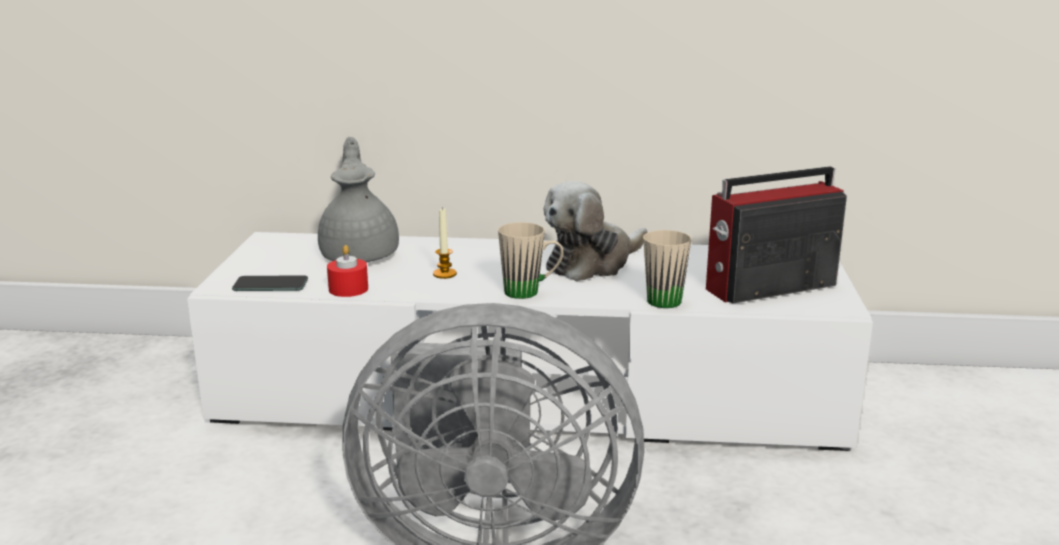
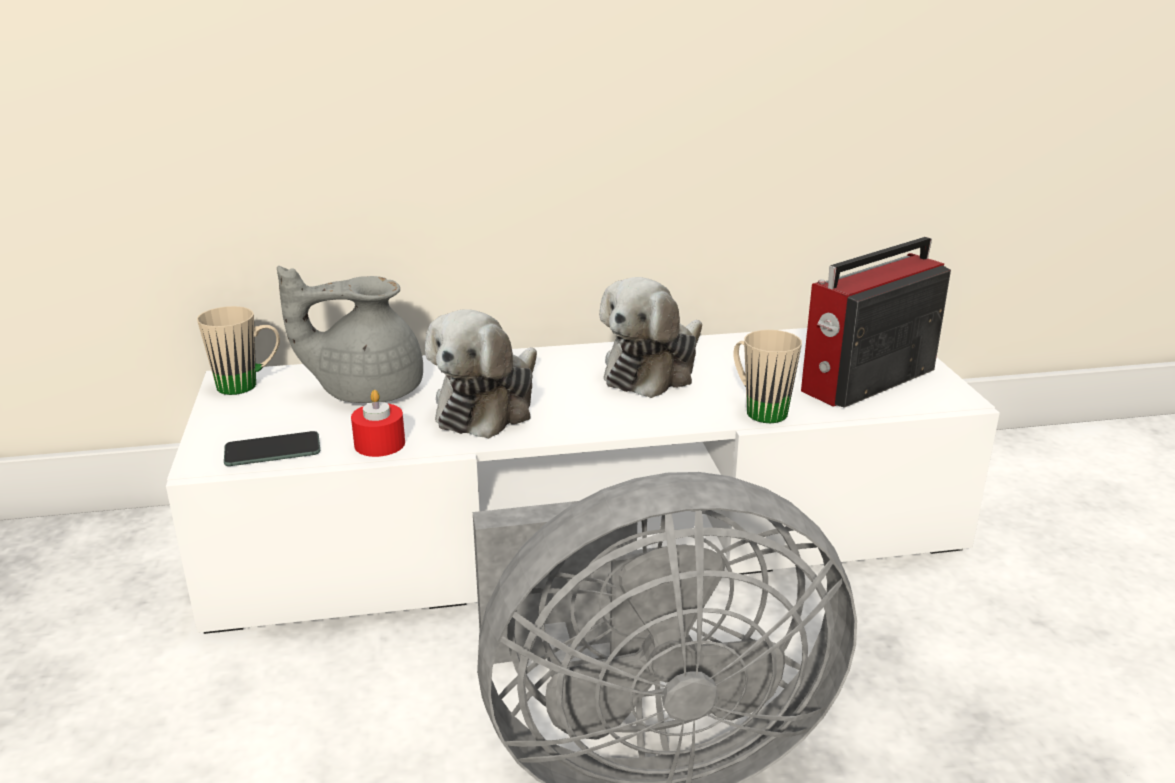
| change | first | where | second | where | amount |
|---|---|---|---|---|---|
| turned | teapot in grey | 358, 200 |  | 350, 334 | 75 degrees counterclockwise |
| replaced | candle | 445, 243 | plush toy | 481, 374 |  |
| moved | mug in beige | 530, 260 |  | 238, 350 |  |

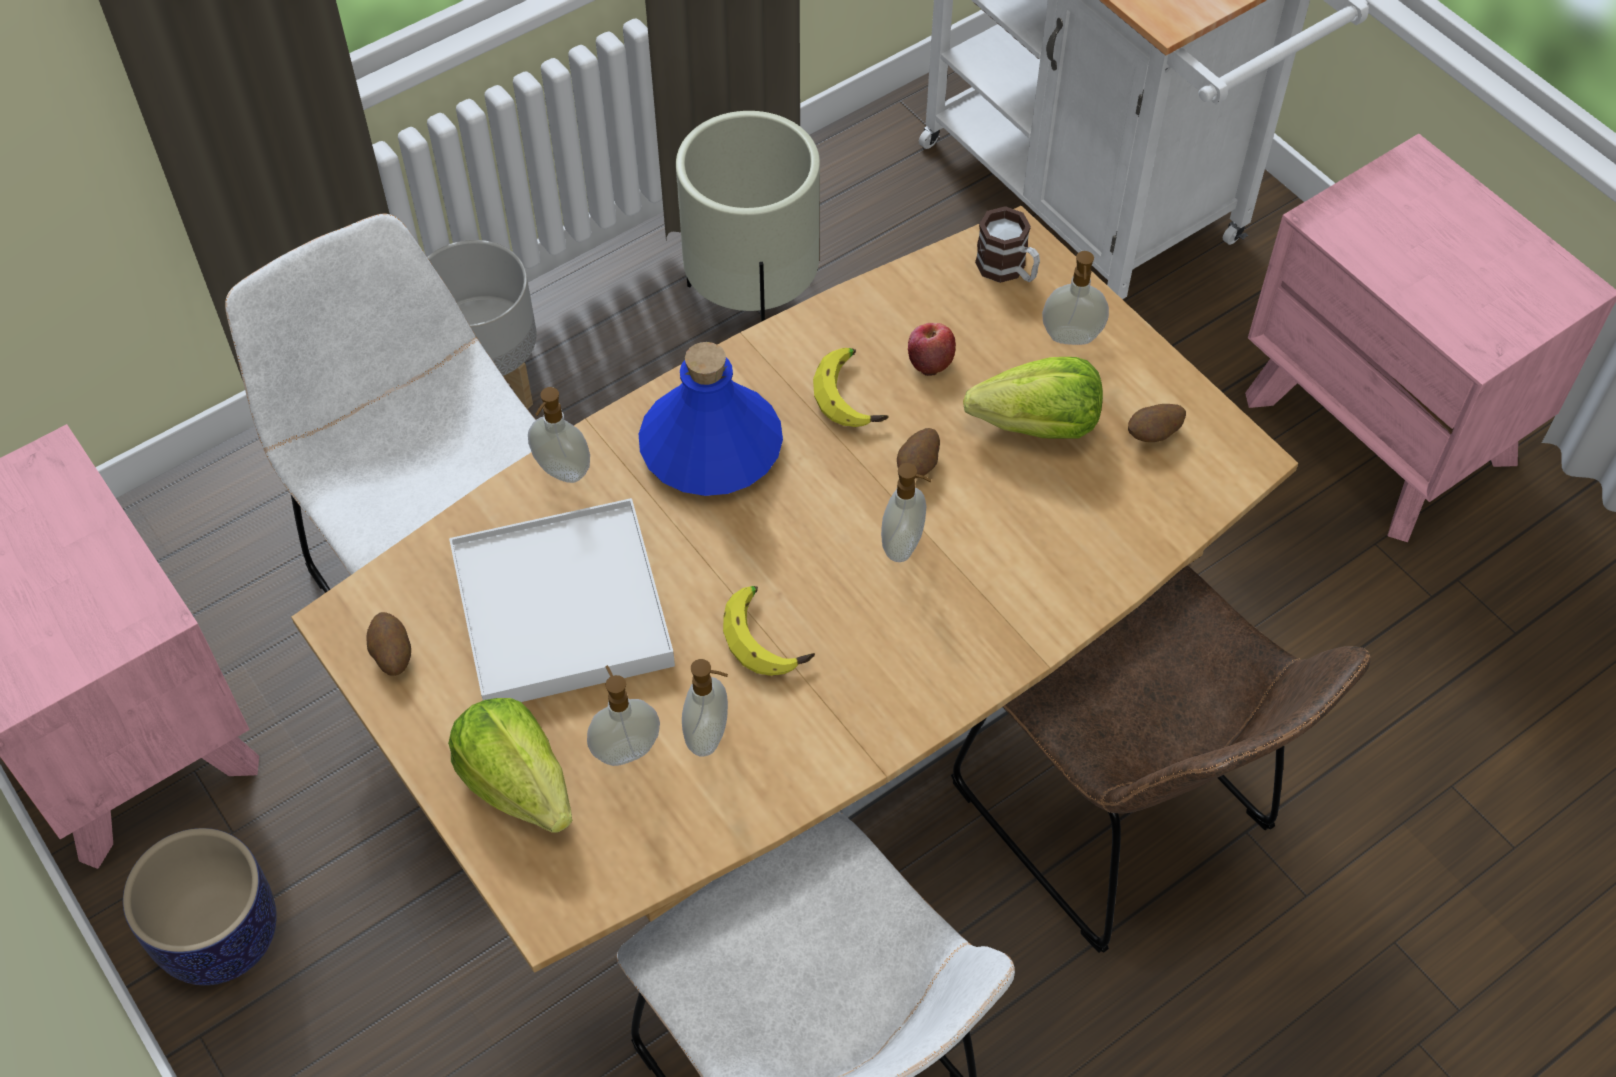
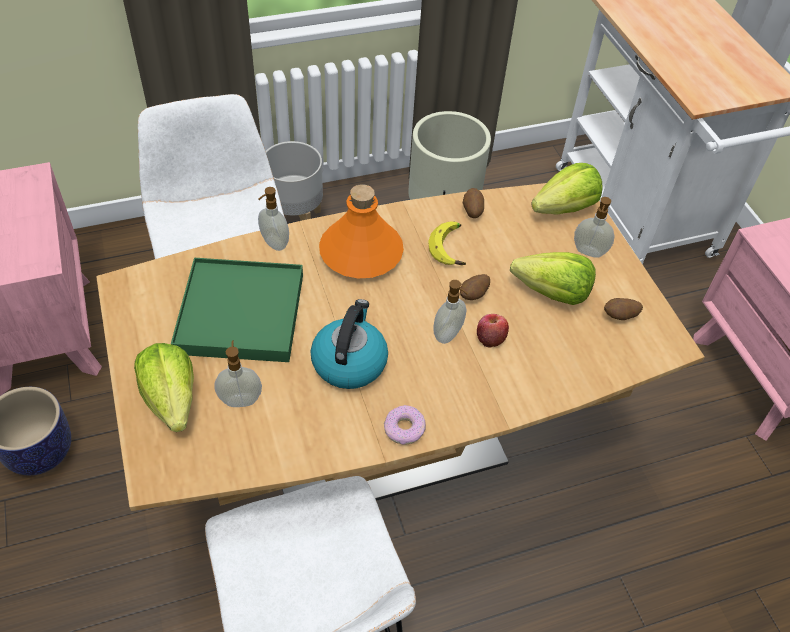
| change | first | where | second | where | amount |
|---|---|---|---|---|---|
| moved | potato | 389, 644 |  | 473, 203 |  |
| recoloured | tray in white | 562, 600 | tray in green | 237, 310 |  |
| recoloured | bottle in blue | 711, 419 | bottle in orange | 361, 231 |  |
| removed | soap dispenser | 705, 707 |  |  |  |
| replaced | banana | 769, 631 | kettle | 349, 344 |  |
| moved | apple | 932, 349 |  | 493, 331 |  |
| removed | chair in brown | 1160, 759 |  |  |  |
| replaced | mug | 1007, 244 | lettuce | 567, 189 |  |
| added |  |  | donut | 405, 424 |  |

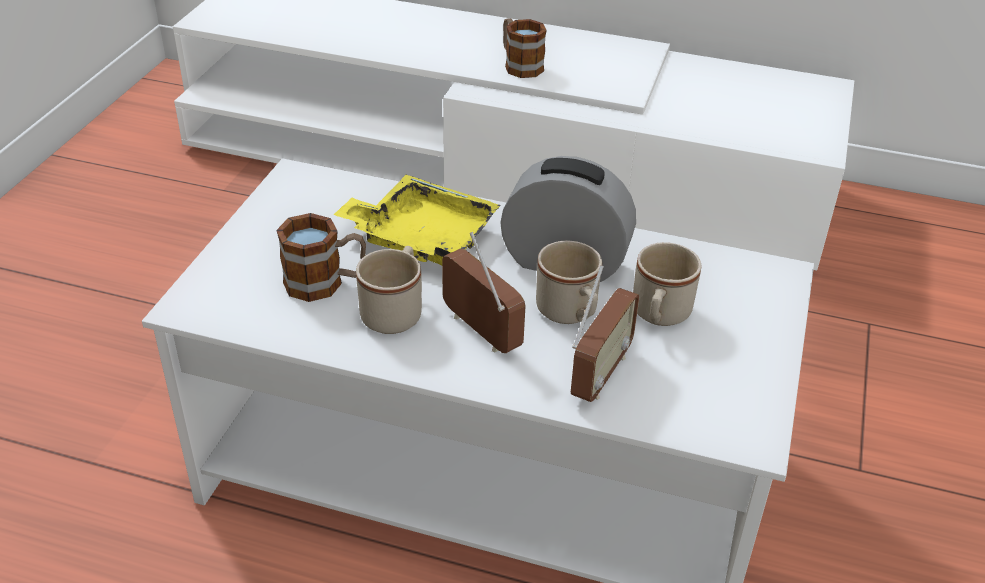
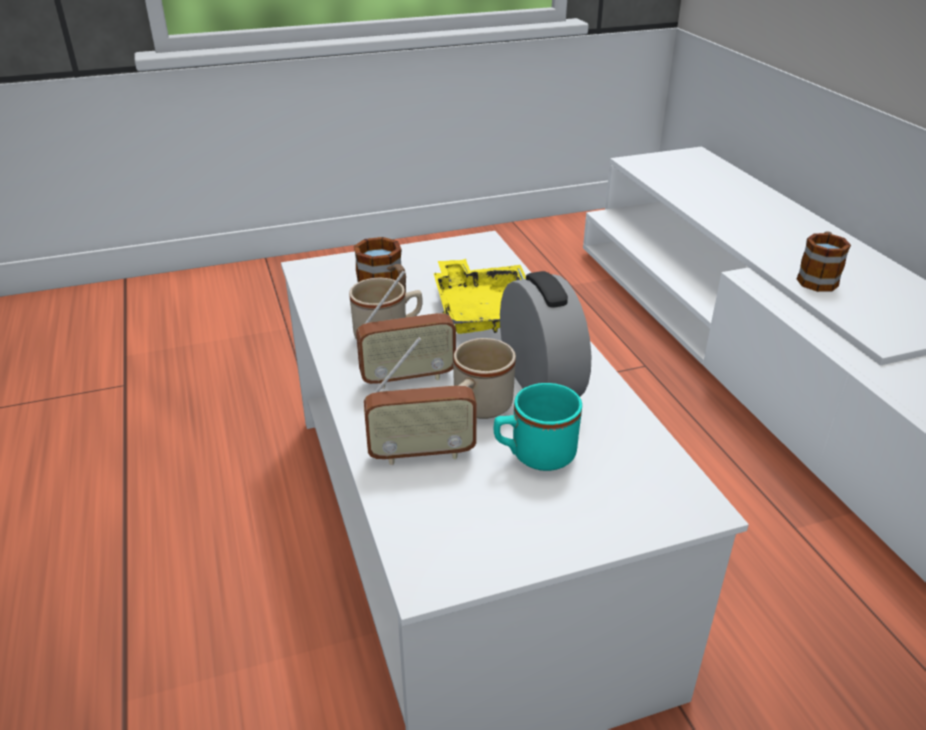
| change | first | where | second | where | amount |
|---|---|---|---|---|---|
| turned | radio | 484, 292 |  | 406, 330 | 60 degrees clockwise |
| recoloured | mug in beige | 667, 284 | mug in turquoise | 538, 427 |  |

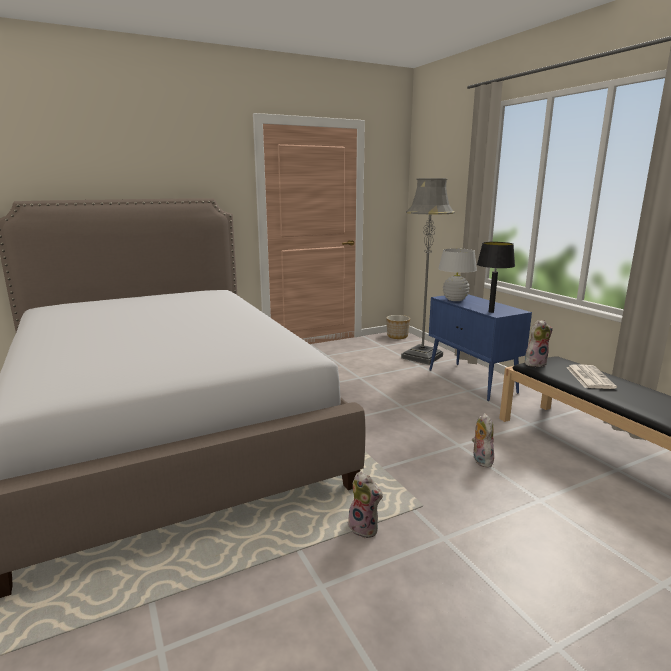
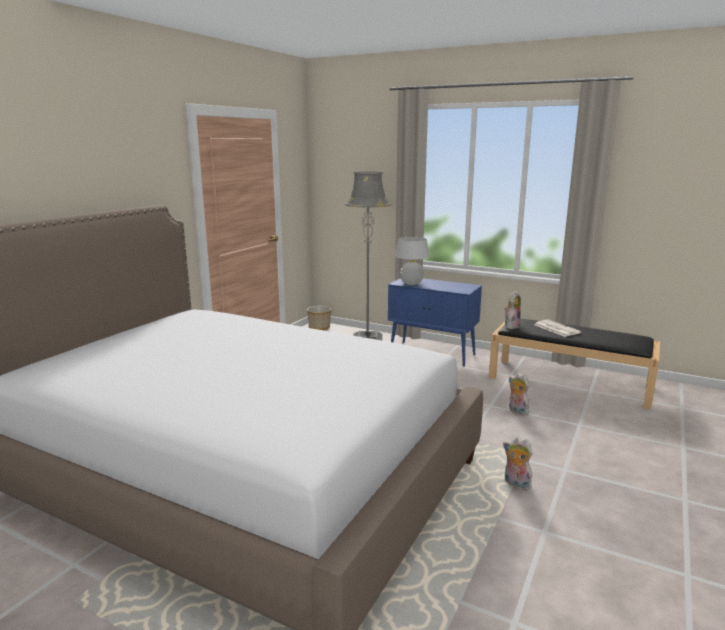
| change | first | where | second | where | amount |
|---|---|---|---|---|---|
| turned | plush toy | 365, 505 |  | 518, 463 | 150 degrees counterclockwise |
| removed | table lamp in black | 496, 277 |  |  |  |

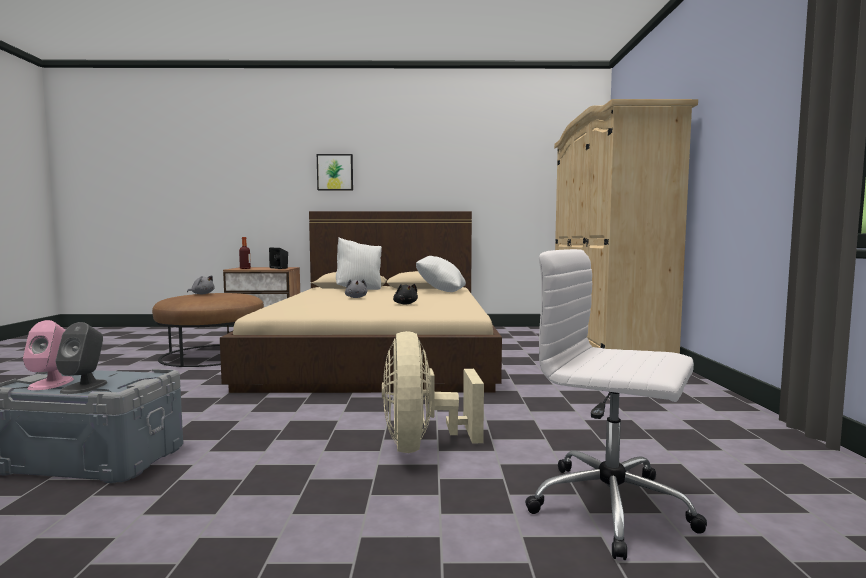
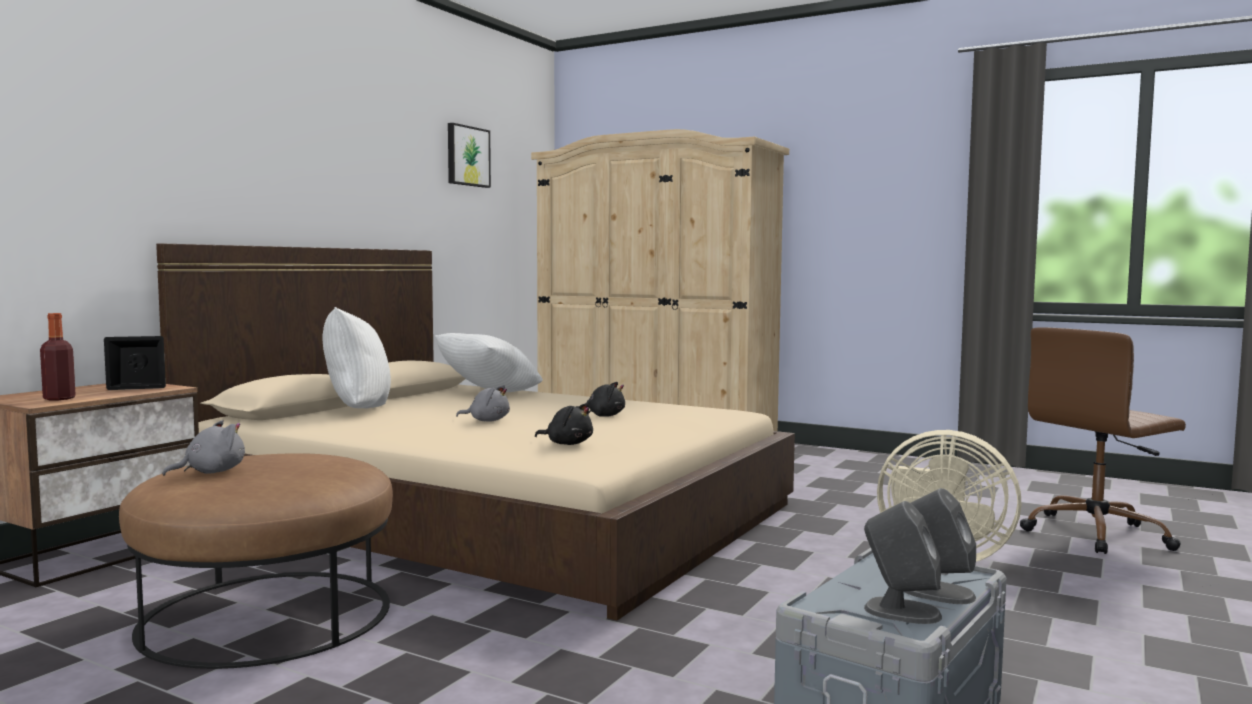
| change | first | where | second | where | amount |
|---|---|---|---|---|---|
| recoloured | speaker in pink | 48, 355 | speaker in grey | 903, 562 |  |
| moved | picture | 335, 172 |  | 469, 155 |  |
| recoloured | office chair in white | 616, 404 | office chair in brown | 1103, 440 |  |
| added |  |  | plush toy in black | 564, 424 |  |

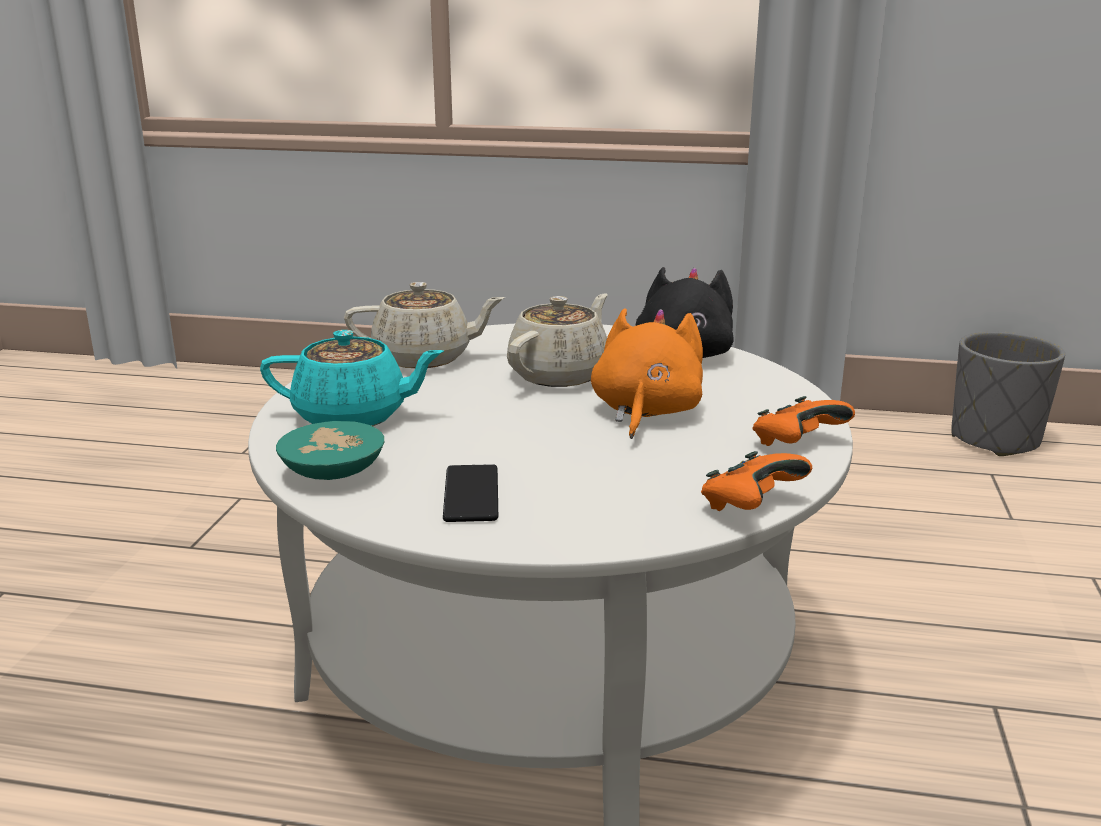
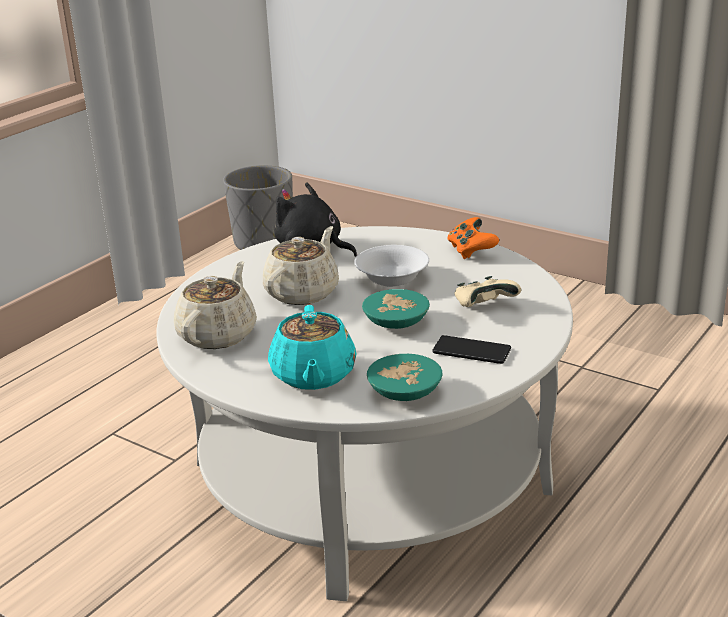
| change | first | where | second | where | amount |
|---|---|---|---|---|---|
| turned | teapot in turquoise | 352, 378 |  | 312, 347 | 150 degrees clockwise |
| turned | teapot in beige | 557, 340 |  | 301, 265 | 60 degrees clockwise |
| replaced | plush toy in orange | 647, 374 | bowl in white | 391, 266 |  |
| removed | game controller in orange | 756, 481 |  |  |  |
| added |  |  | bowl in turquoise | 396, 309 |  |
| added |  |  | game controller in beige | 488, 291 |  |

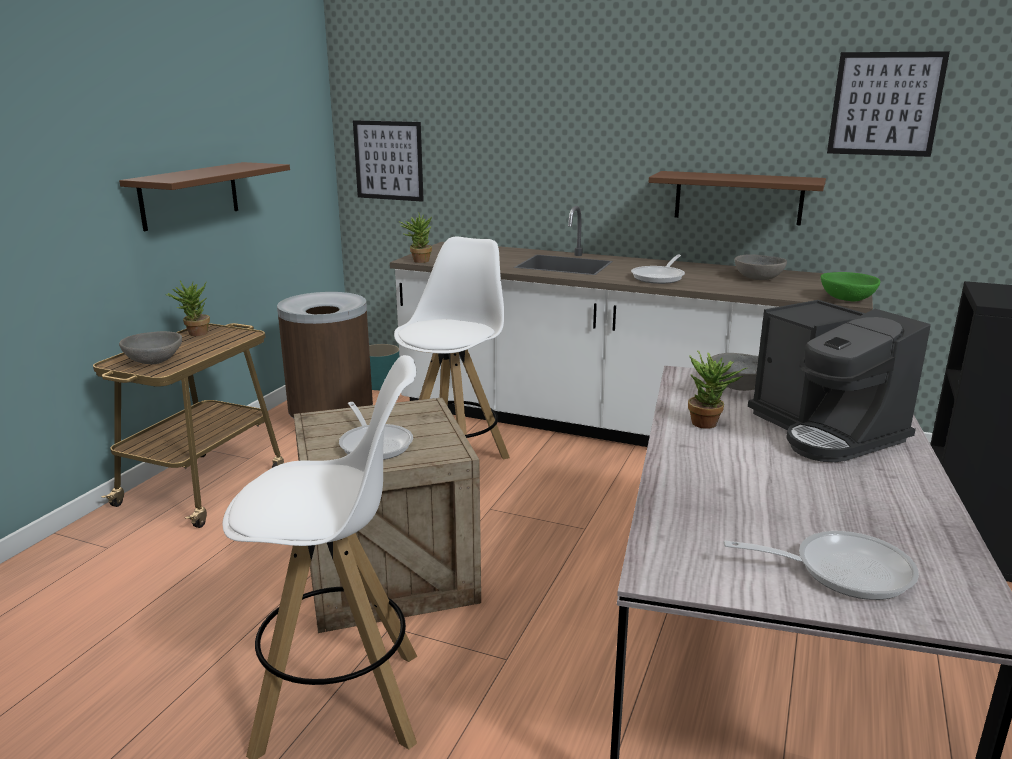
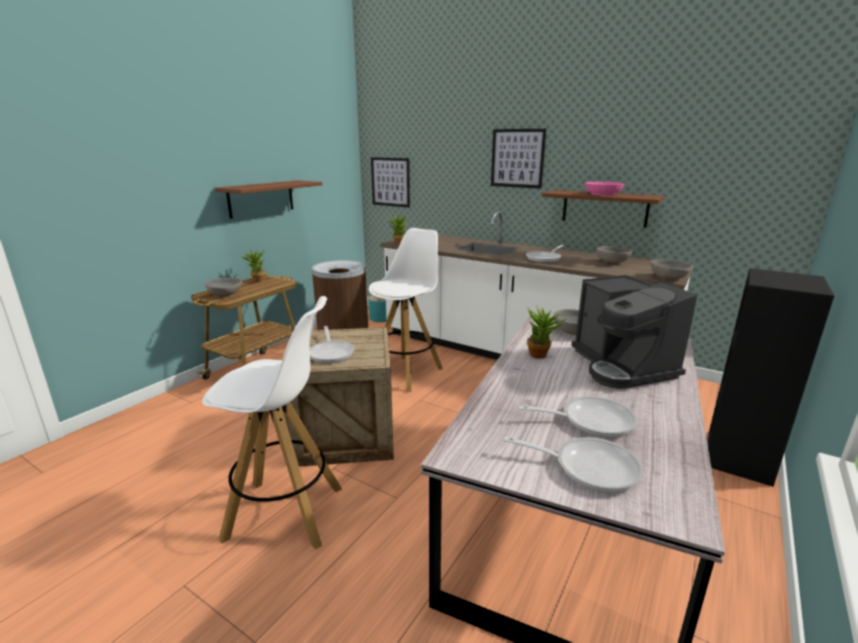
| change | first | where | second | where | amount |
|---|---|---|---|---|---|
| recoloured | bowl in green | 850, 286 | bowl in grey | 671, 269 |  |
| moved | picture | 888, 104 |  | 518, 159 |  |
| added |  |  | frying pan | 577, 417 |  |
| added |  |  | bowl in pink | 604, 189 |  |

